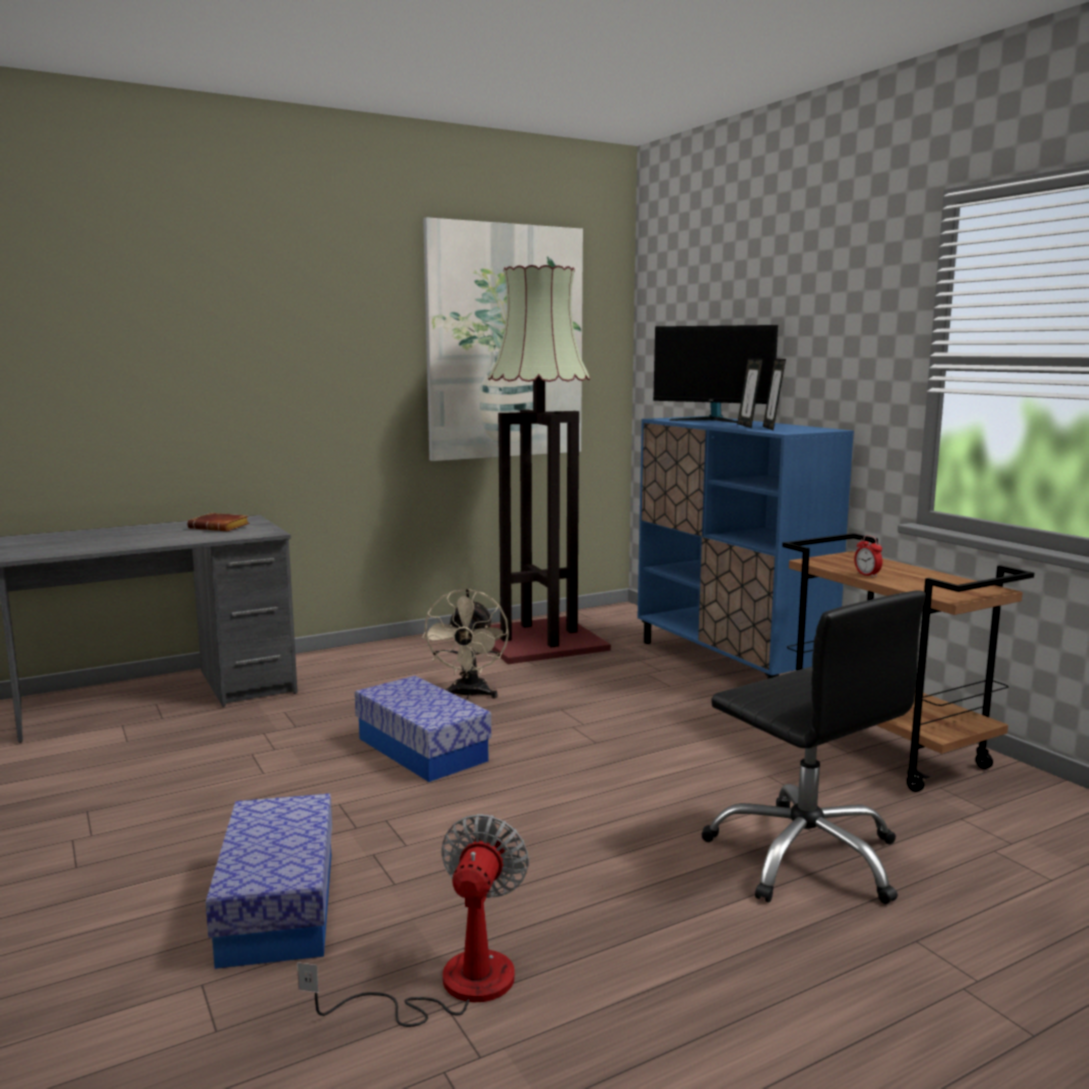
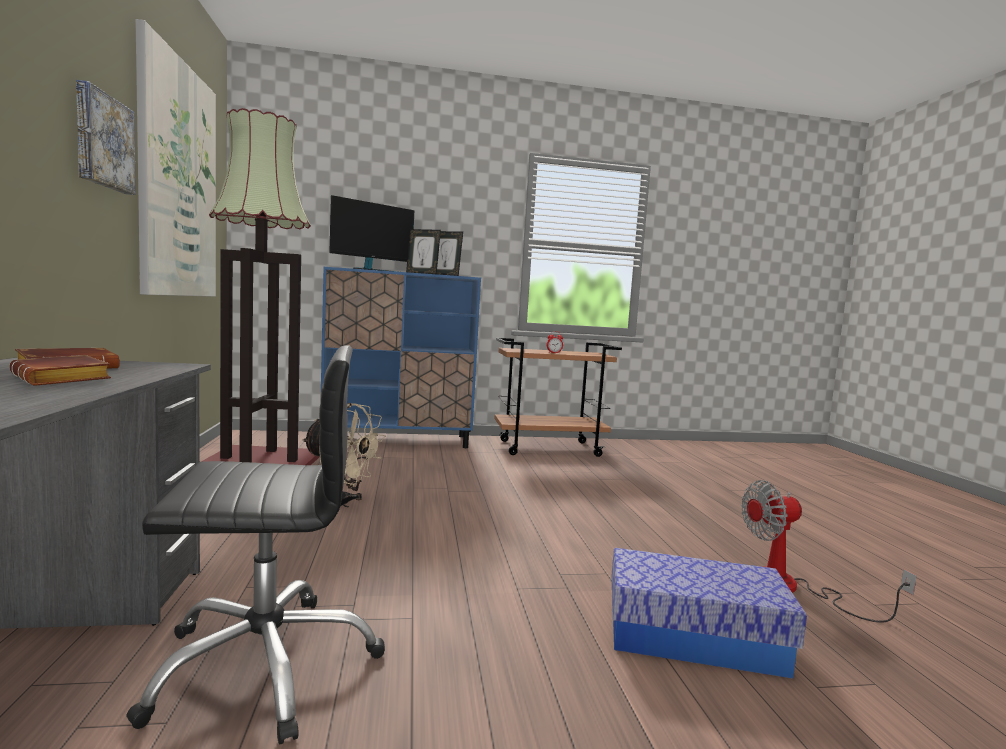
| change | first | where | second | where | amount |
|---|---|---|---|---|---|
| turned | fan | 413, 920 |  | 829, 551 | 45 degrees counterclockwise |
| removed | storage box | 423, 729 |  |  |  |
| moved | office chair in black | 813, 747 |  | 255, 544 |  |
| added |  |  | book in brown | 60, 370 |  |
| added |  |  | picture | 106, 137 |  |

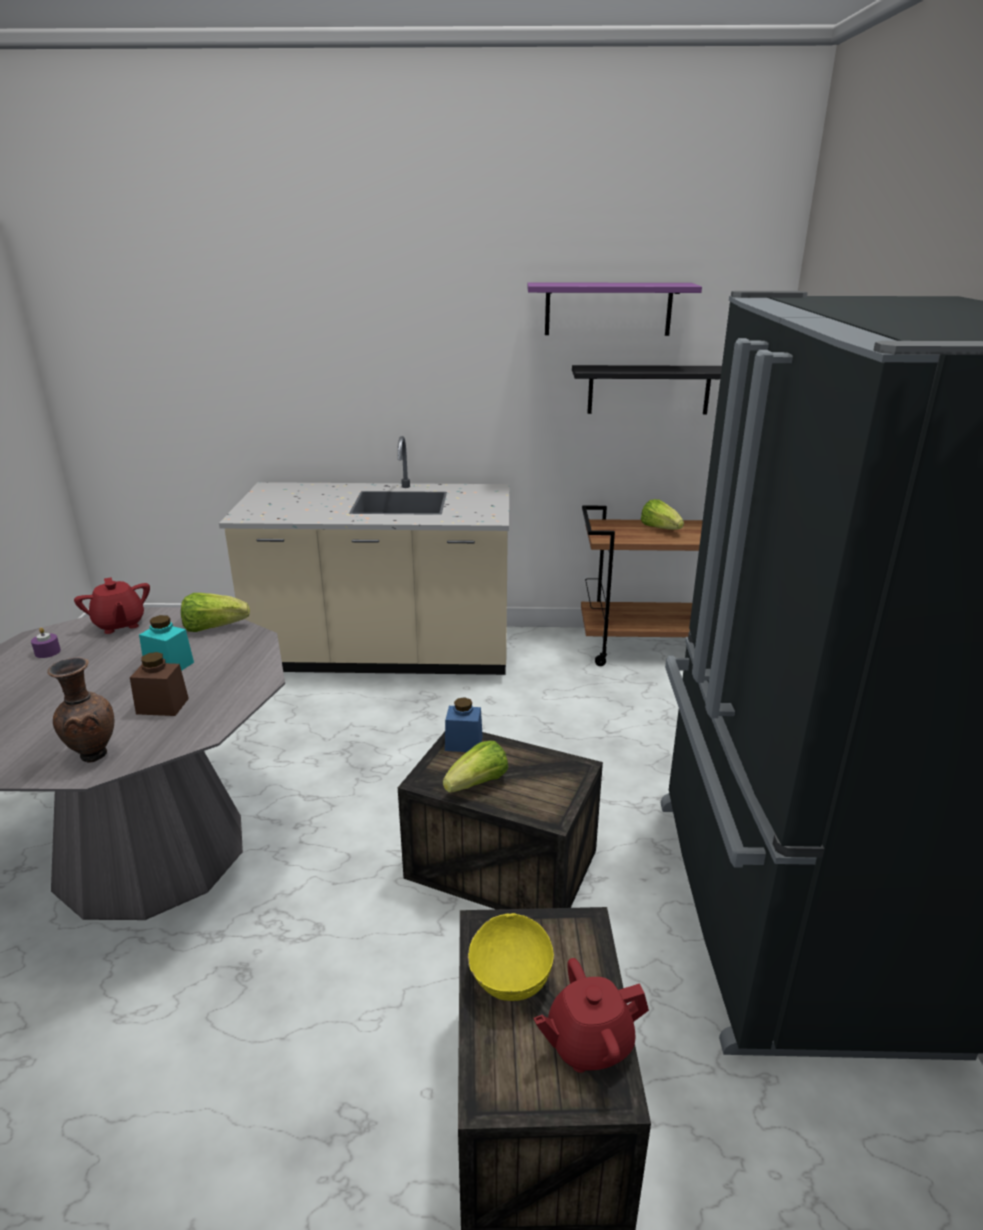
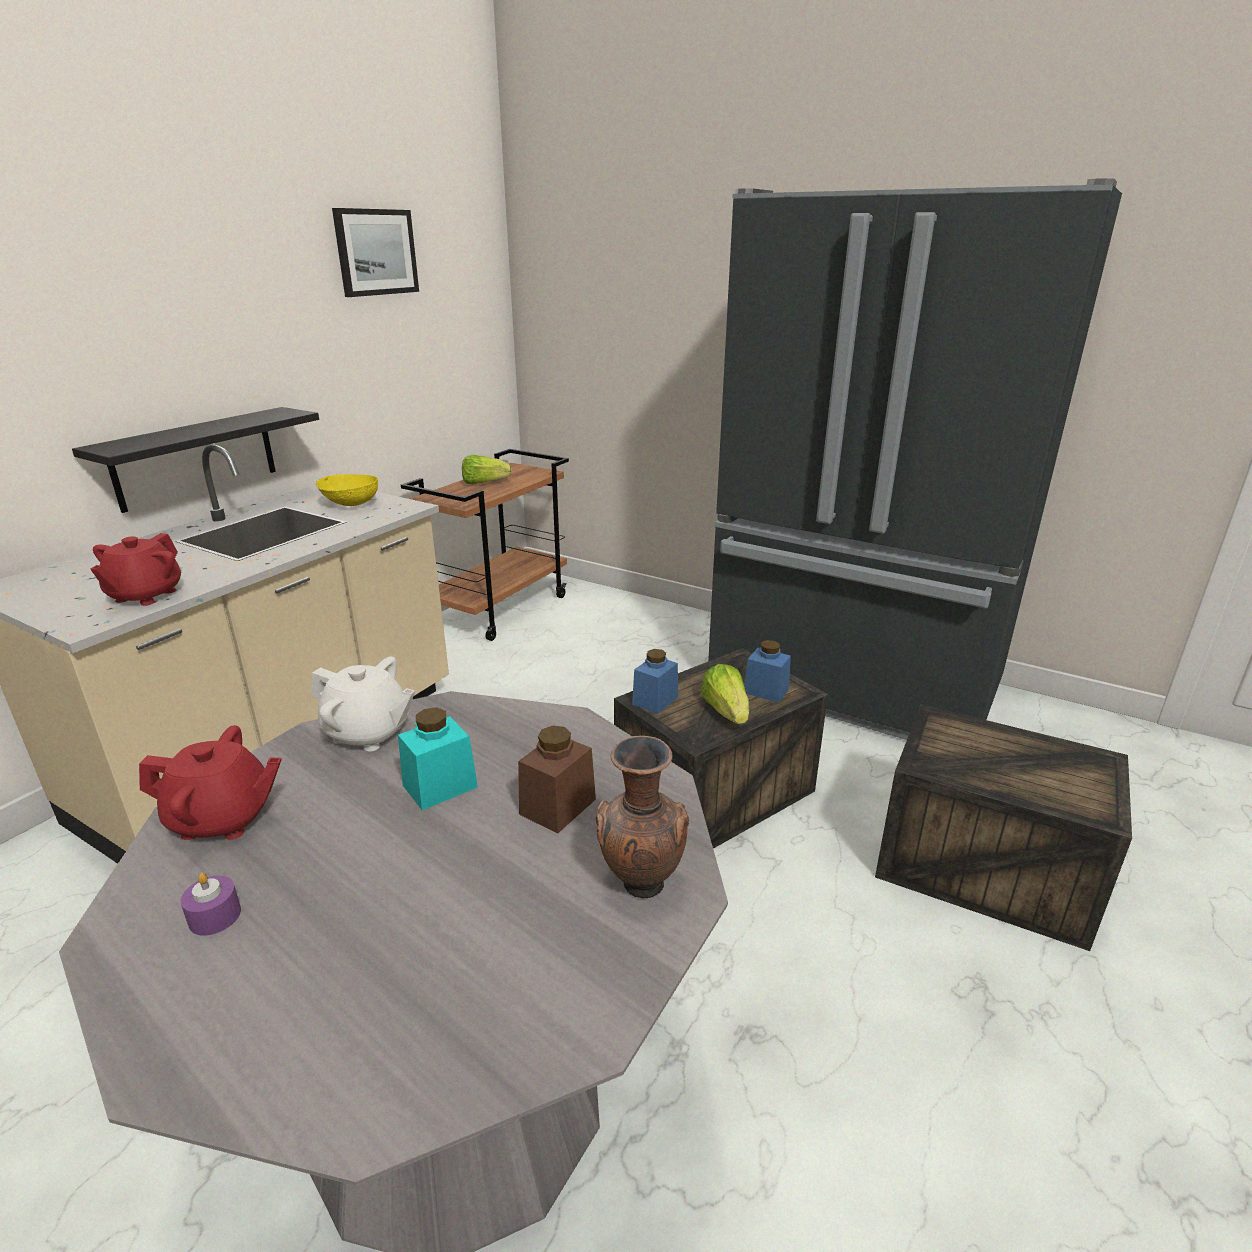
| change | first | where | second | where | amount |
|---|---|---|---|---|---|
| replaced | lettuce | 215, 612 | teapot in white | 363, 704 |  |
| moved | bowl in yellow | 511, 957 |  | 347, 490 |  |
| replaced | shelf in purple | 614, 309 | picture | 375, 252 |  |
| moved | teapot in red | 591, 1015 |  | 136, 569 |  |
| moved | shelf in black | 647, 389 |  | 195, 460 |  |
| added |  |  | jar in blue | 767, 671 |  |

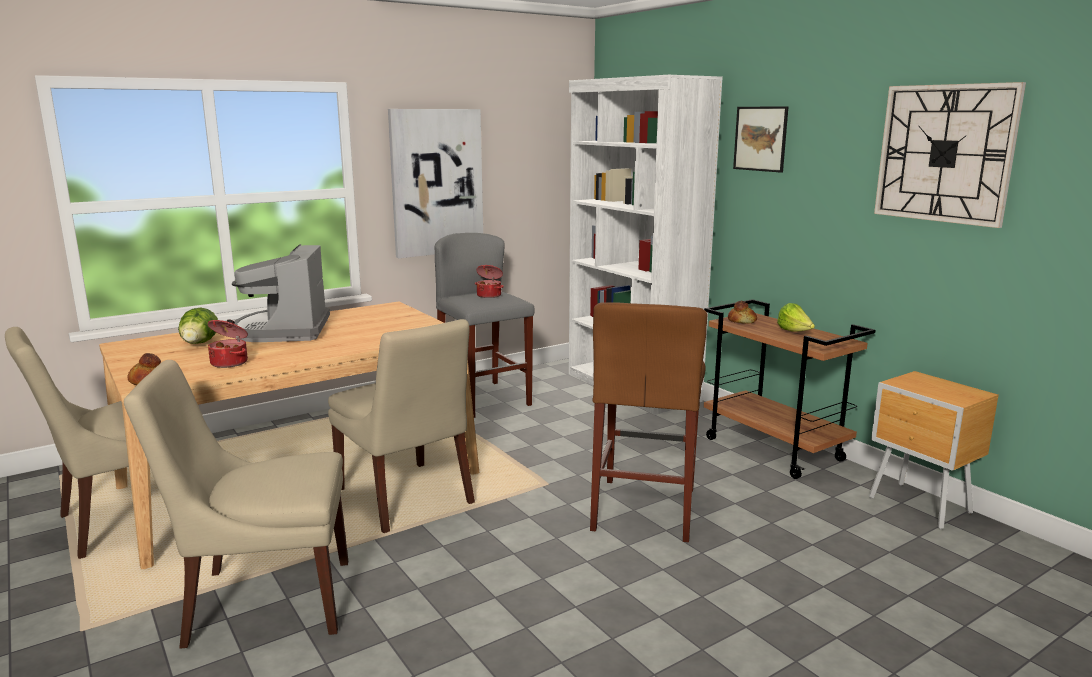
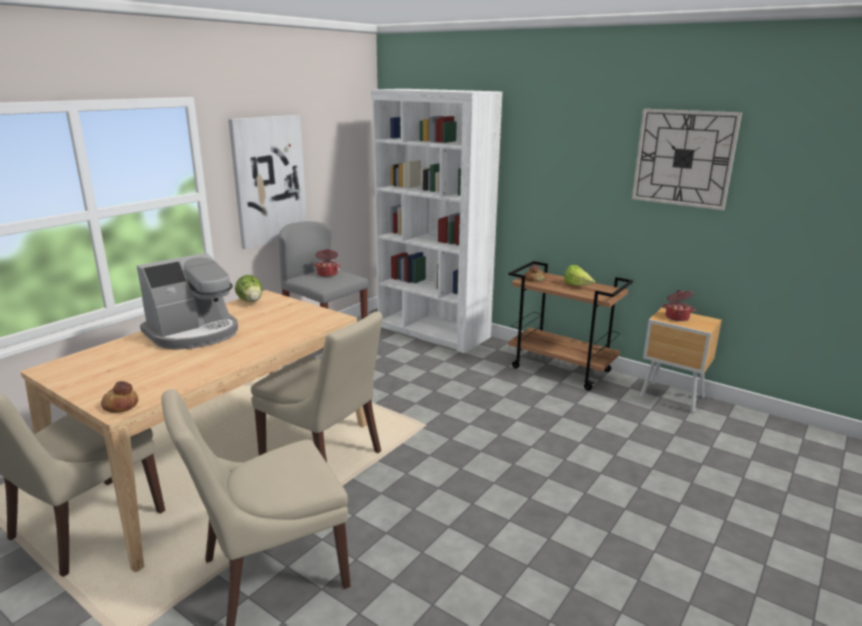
| change | first | where | second | where | amount |
|---|---|---|---|---|---|
| moved | lettuce | 198, 326 |  | 249, 288 |  |
| moved | cooking pot | 228, 343 |  | 679, 305 |  |
| turned | coffee machine | 281, 293 |  | 187, 301 | 105 degrees counterclockwise |
| removed | stool in brown | 648, 422 |  |  |  |
| removed | picture | 761, 139 |  |  |  |

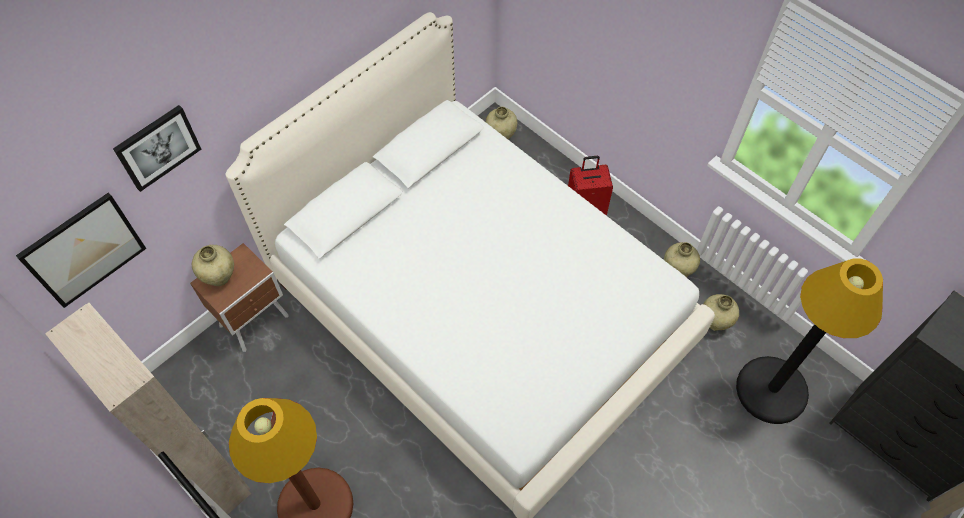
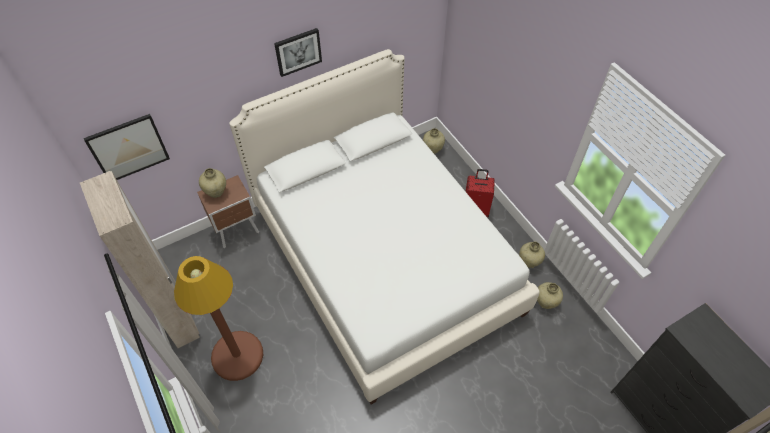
| change | first | where | second | where | amount |
|---|---|---|---|---|---|
| moved | picture | 157, 148 |  | 298, 52 |  |
| removed | floor lamp in black | 809, 341 |  |  |  |

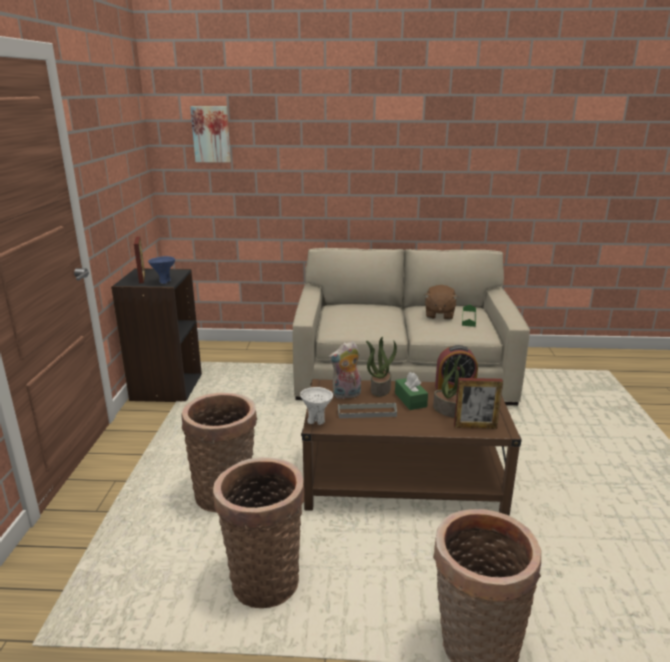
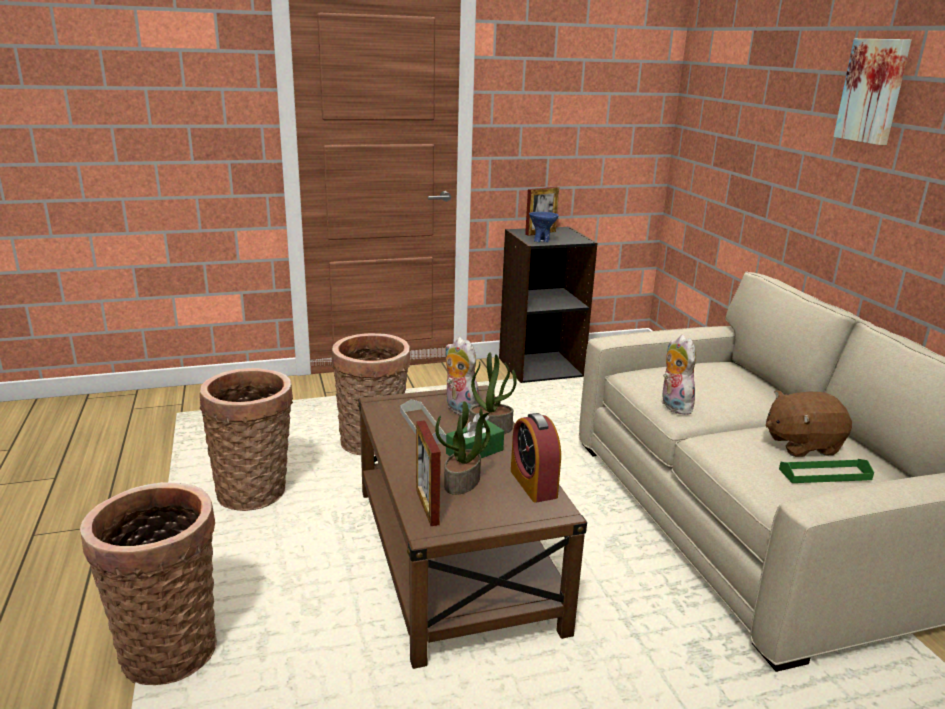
| change | first | where | second | where | amount |
|---|---|---|---|---|---|
| moved | picture | 210, 134 |  | 872, 92 |  |
| removed | bowl in white | 316, 406 |  |  |  |
| added |  |  | plush toy | 679, 375 |  |

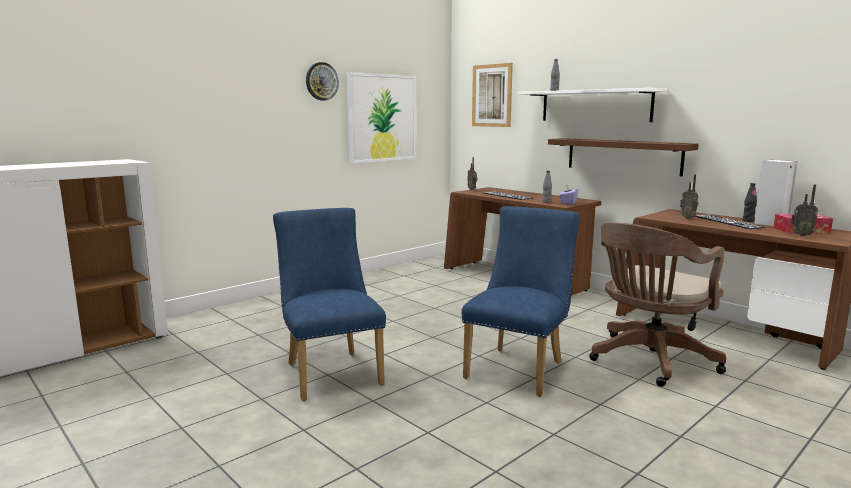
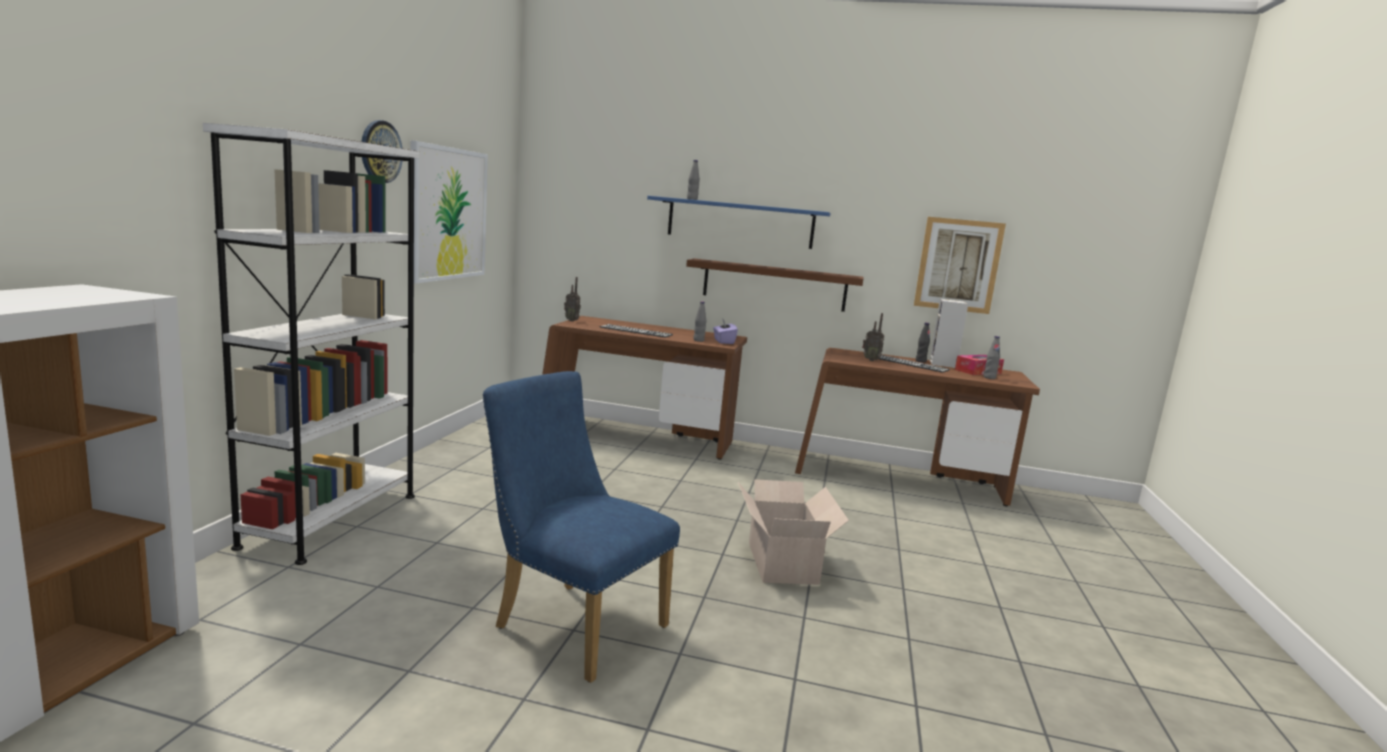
| change | first | where | second | where | amount |
|---|---|---|---|---|---|
| replaced | chair in blue | 521, 301 | cardboard box | 793, 532 |  |
| moved | picture | 492, 95 |  | 960, 265 |  |
| recoloured | shelf in white | 592, 105 | shelf in blue | 739, 222 |  |
| removed | office chair in brown | 657, 305 |  |  |  |
| replaced | radio | 804, 210 | bottle in grey | 992, 357 |  |
| added |  |  | bookcase in white | 311, 344 |  |

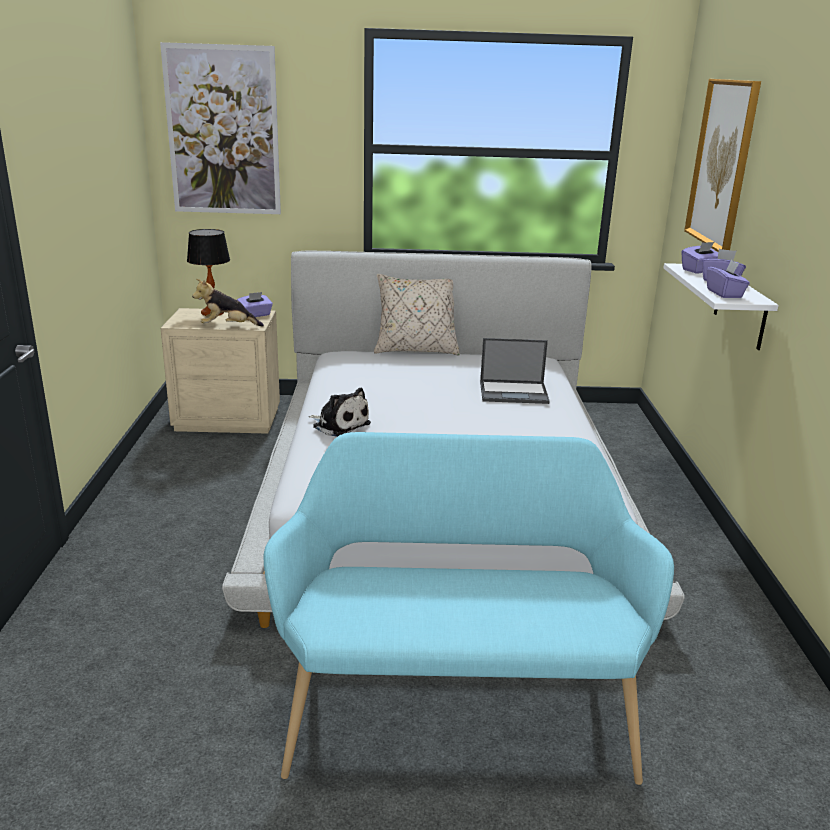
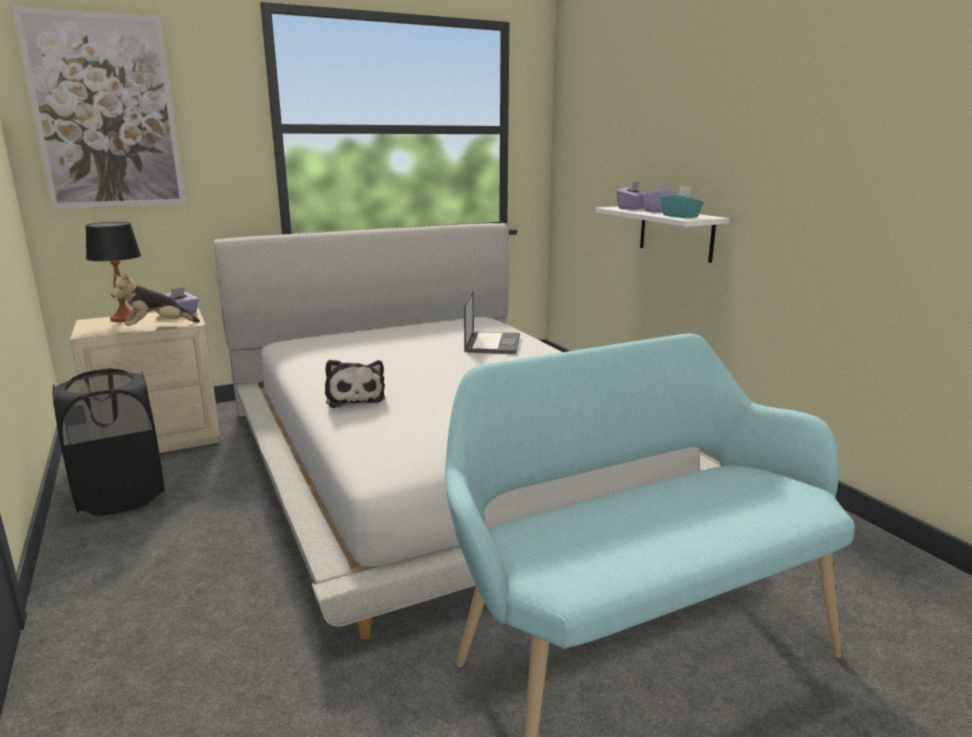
| change | first | where | second | where | amount |
|---|---|---|---|---|---|
| turned | plush toy | 340, 412 |  | 355, 384 | 60 degrees clockwise |
| removed | pillow in beige | 417, 314 |  |  |  |
| turned | laptop | 515, 371 |  | 492, 322 | 60 degrees counterclockwise |
| removed | picture | 722, 165 |  |  |  |
| recoloured | tissue box in purple | 728, 279 | tissue box in turquoise | 682, 202 |  |
| added |  |  | laundry basket in black | 108, 442 |  |

